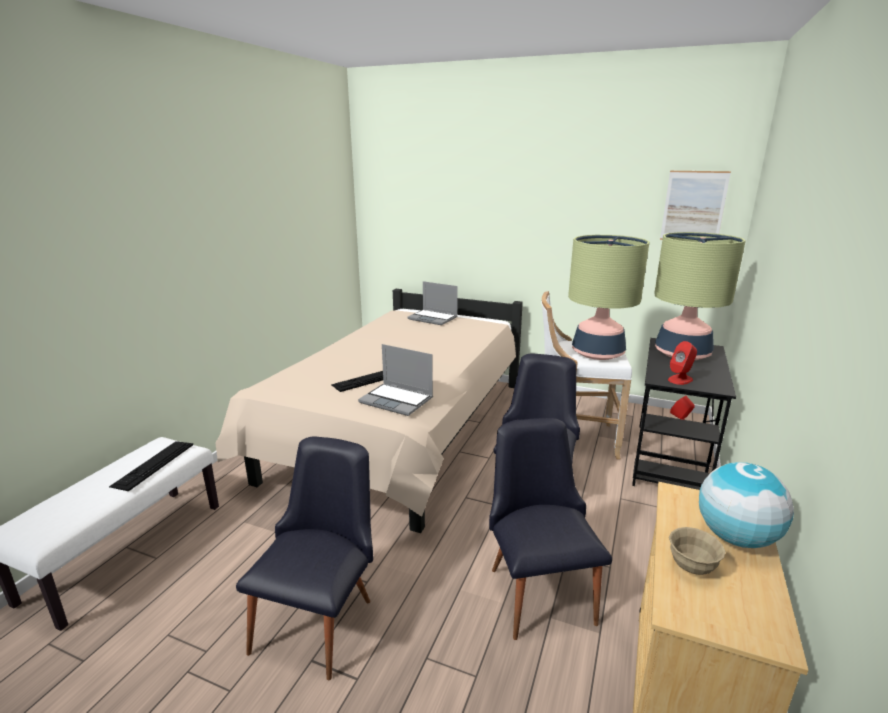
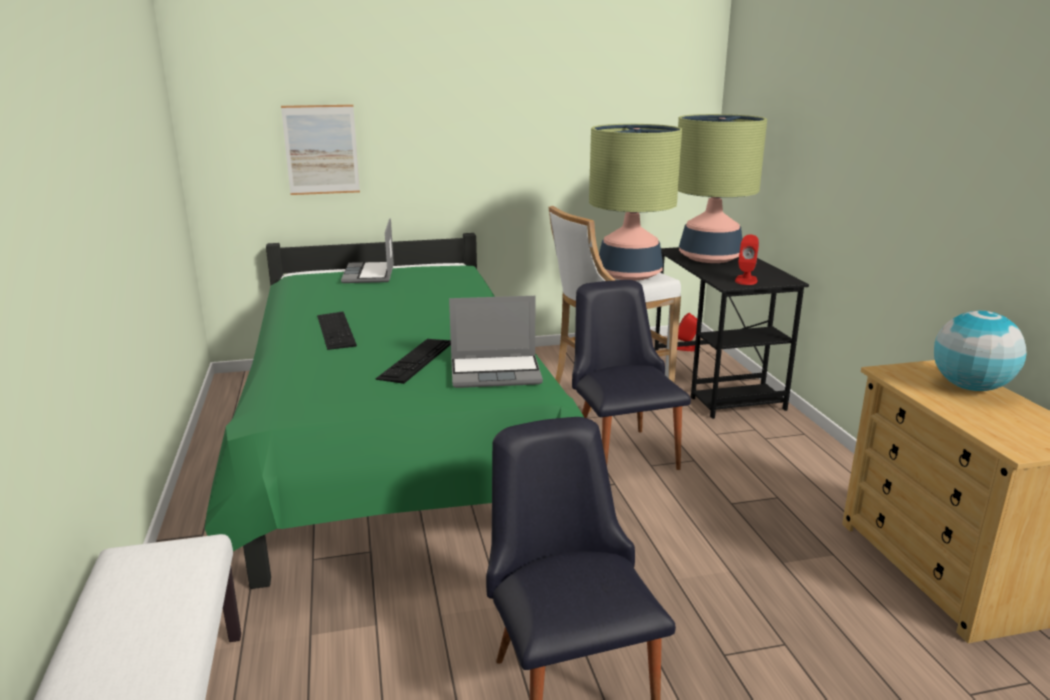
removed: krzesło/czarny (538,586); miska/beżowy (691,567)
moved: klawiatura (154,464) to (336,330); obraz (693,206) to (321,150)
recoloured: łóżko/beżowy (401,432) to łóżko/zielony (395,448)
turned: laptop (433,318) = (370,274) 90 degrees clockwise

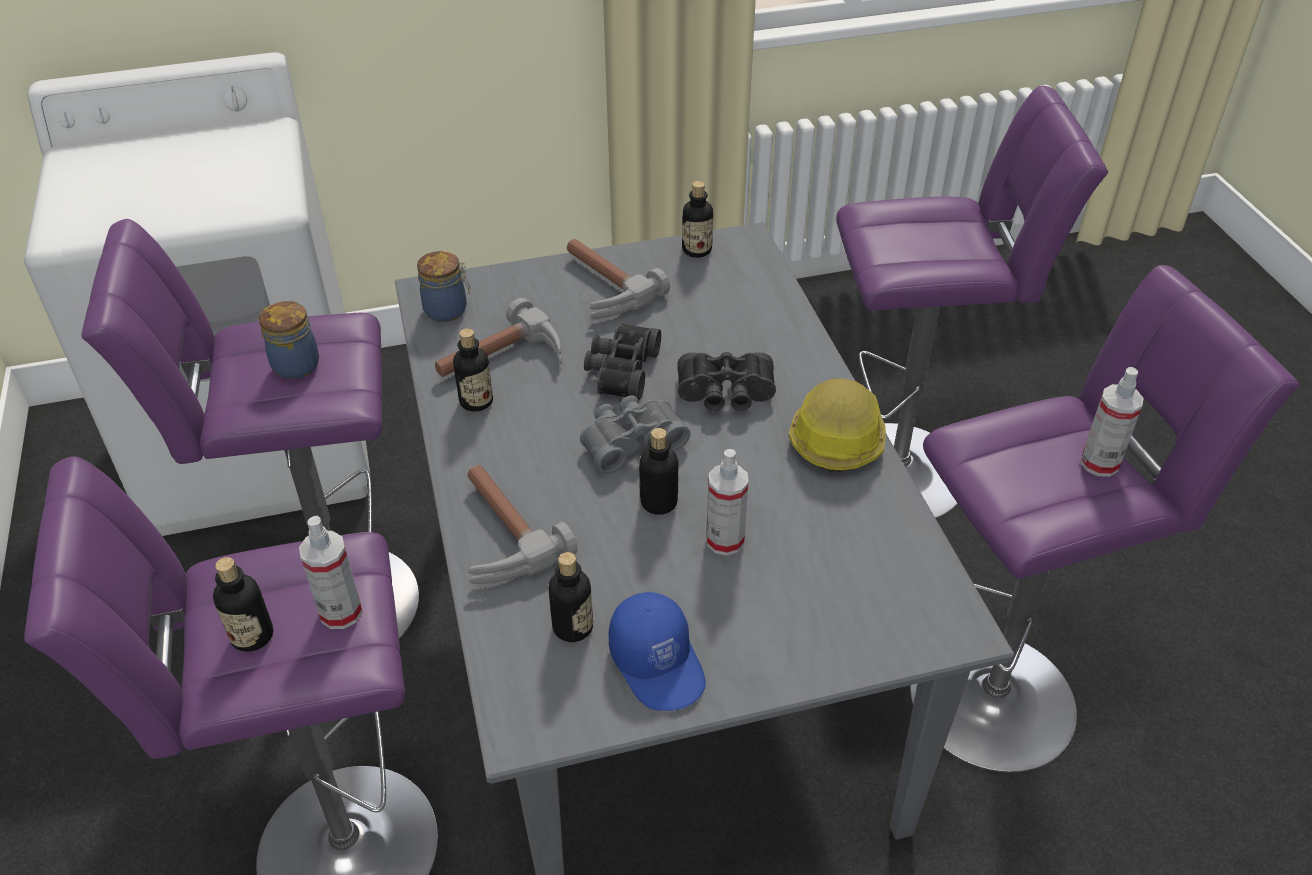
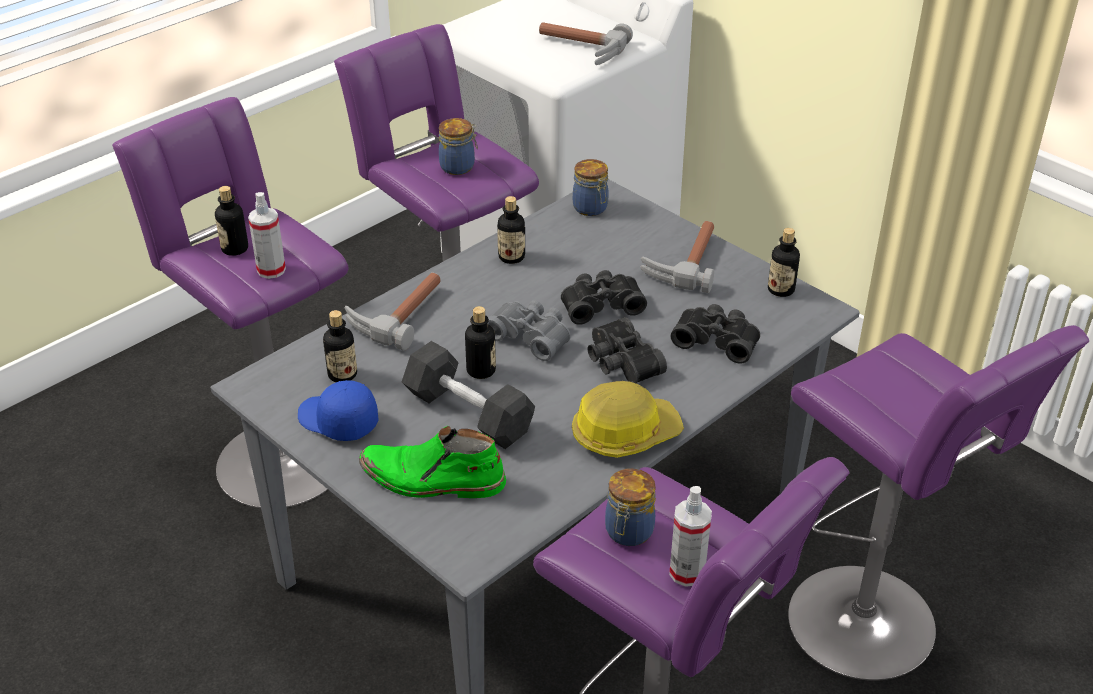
added: but z cholewką/zielony (432,480); słoik (628,532); lornetka/czarny (717,340)
moved: młotek (503,362) to (579,50)
replaced: spryskiwacz (725,540) to hantel/czarny (468,413)
turned: czapka z daszkiem/niebieski (659,663) = (337,421) 90 degrees clockwise

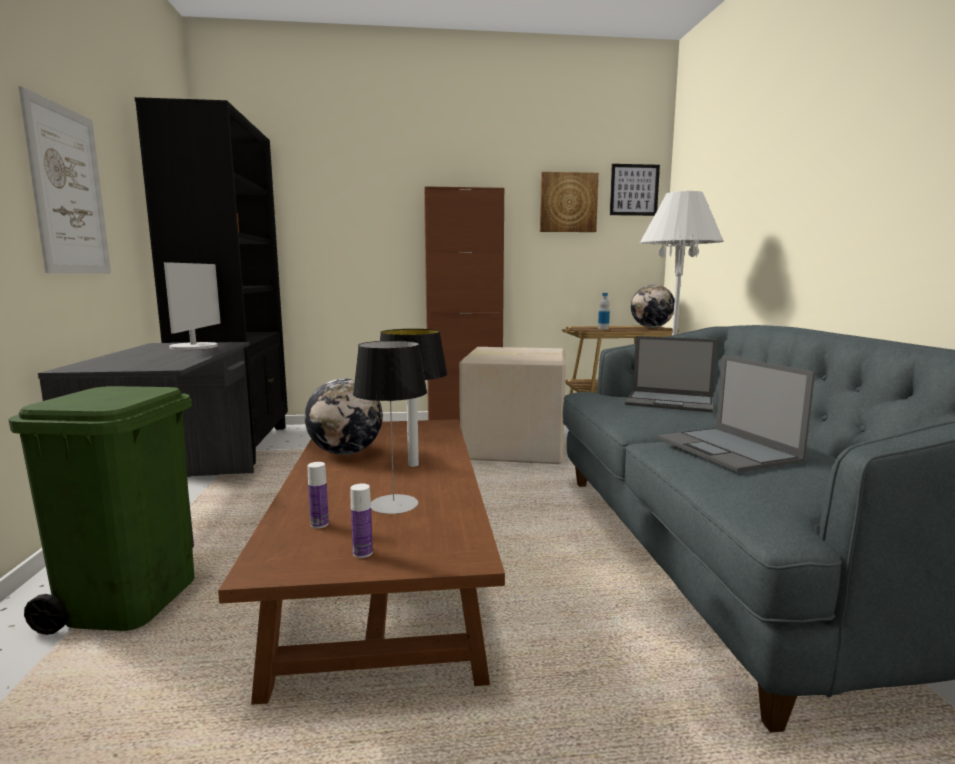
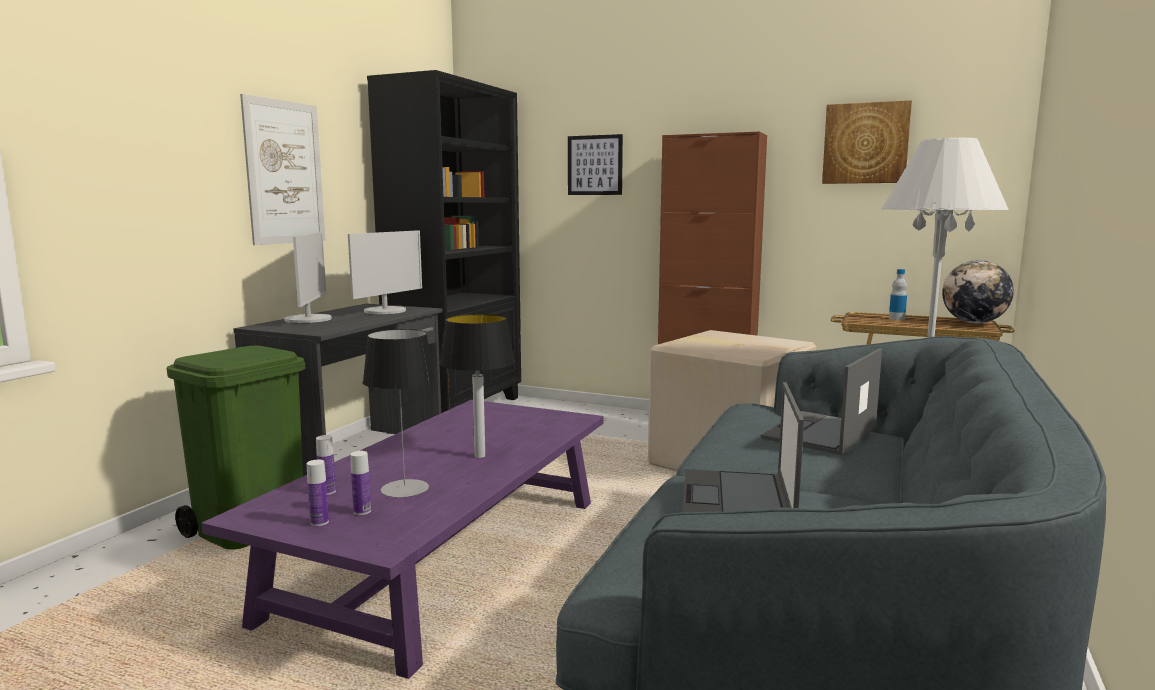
removed: globus (346,452)
added: monitor (309,319); butelka (362,511)
moved: obraz (634,190) to (595,165)
recoloured: ława/brązowy (387,569) to ława/fioletowy (447,556)
turned: laptop (671,402) = (820,433) 75 degrees clockwise

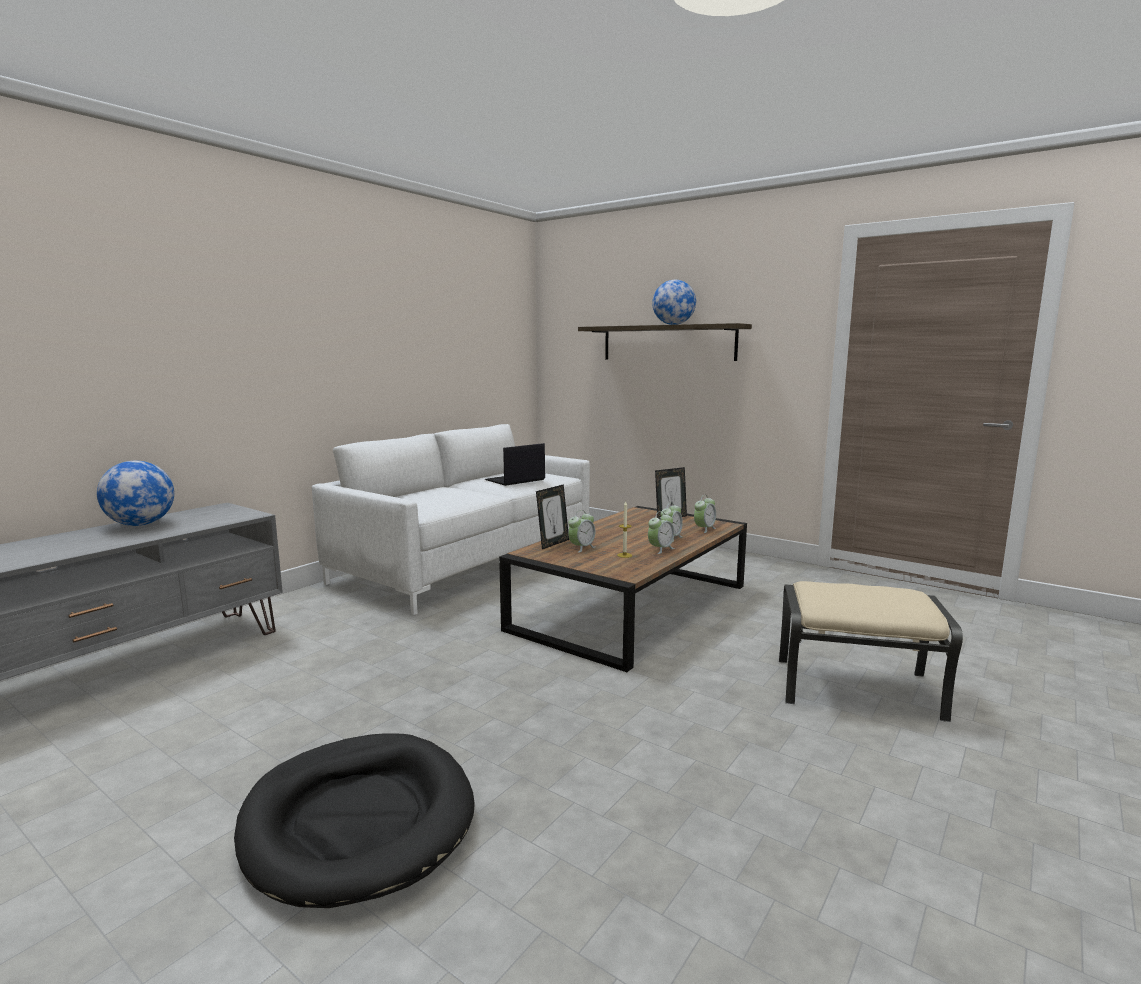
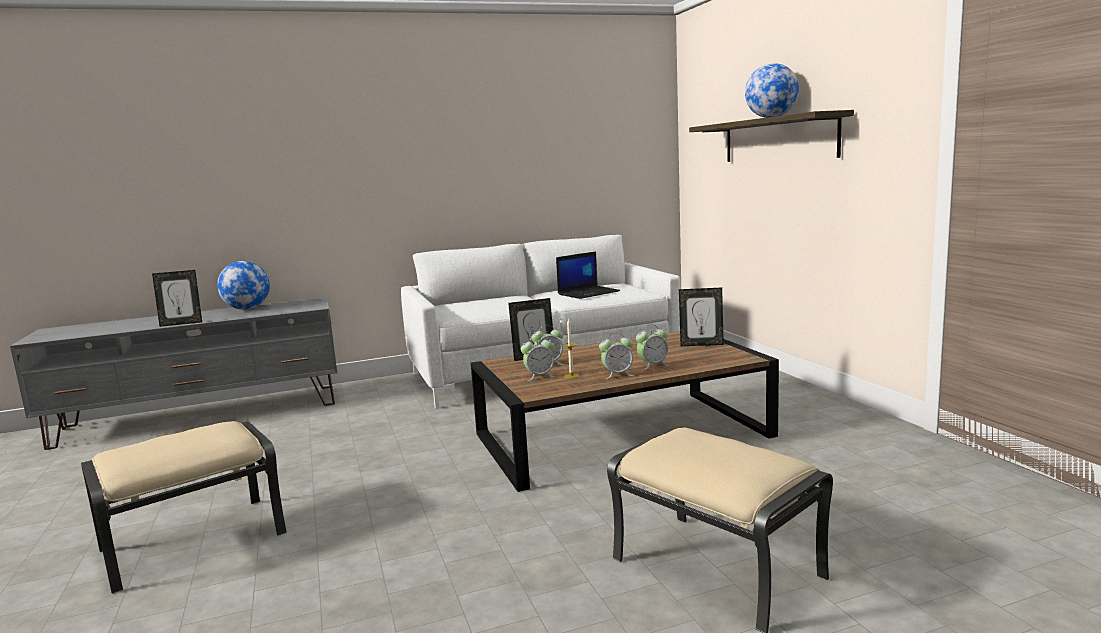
added: ramka na zdjęcie (181,323)
moved: budzik (704,529) to (539,376)
replaced: legowisko/czarny (358,820) to pufa/beżowy (195,541)
turned: laptop (515,480) = (588,293) 150 degrees clockwise

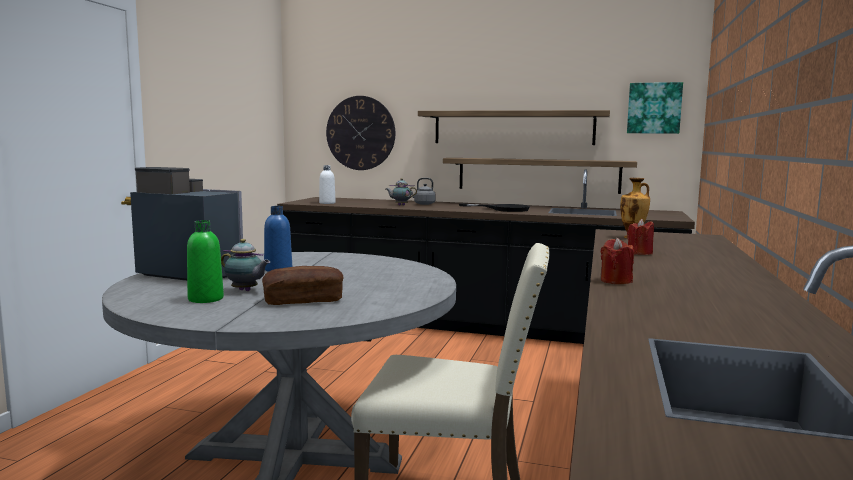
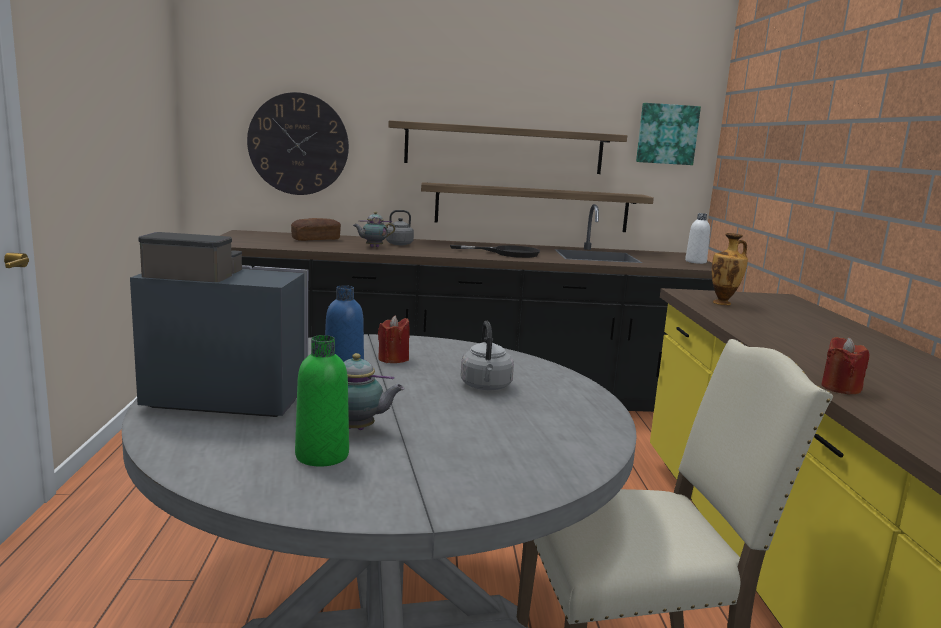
added: czajnik/szary (486,387)
moved: chleb (303,301) to (316,239); butelka/biały (327,203) to (695,262); świeca/czerwony (639,253) to (393,359)

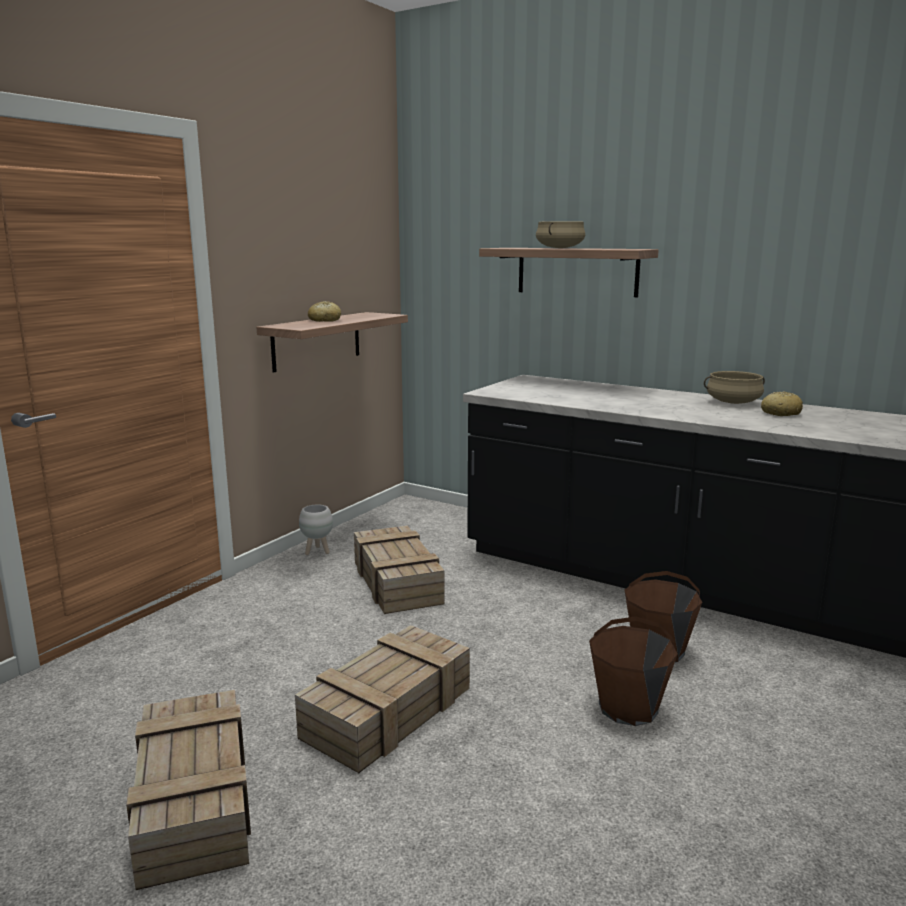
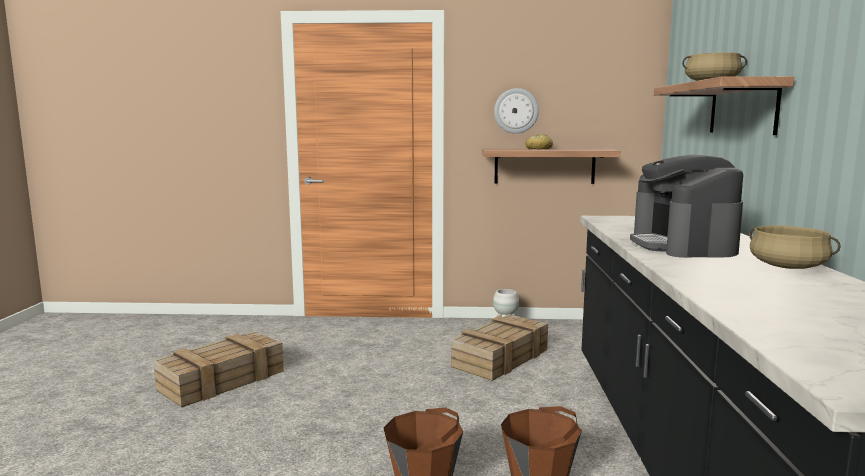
removed: skrzynka (389,710); chleb (781,413)
added: zegar ścienny (516,111); ekspres do kawy (682,245)

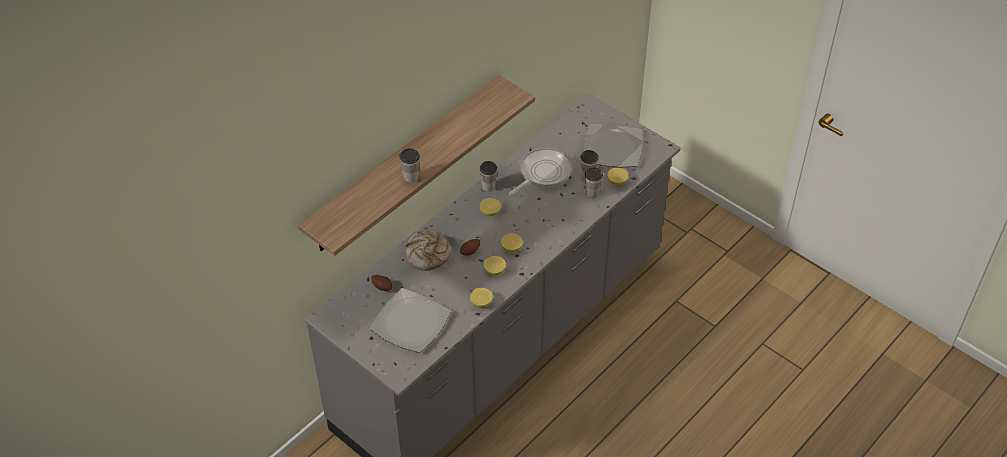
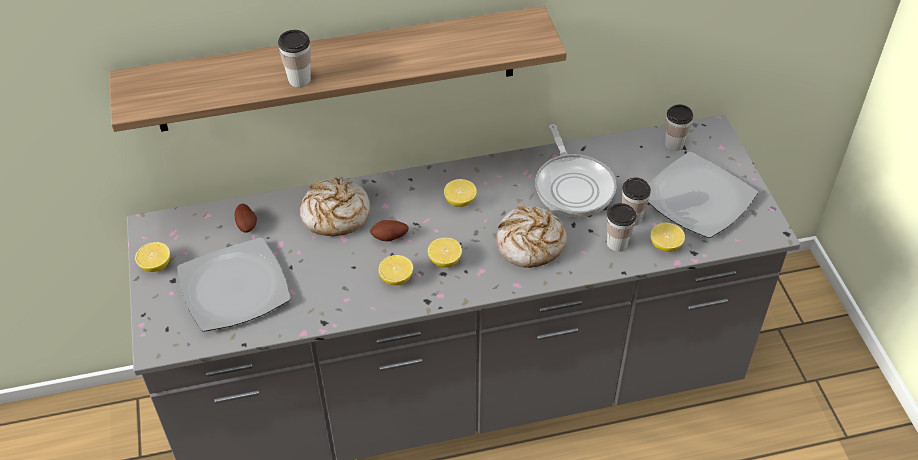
added: chleb (530,244)
moved: cytryna (481,303) to (156,265); filiżanka (488,187) to (674,144)
turned: patelnia (543,173) = (573,186) 90 degrees clockwise

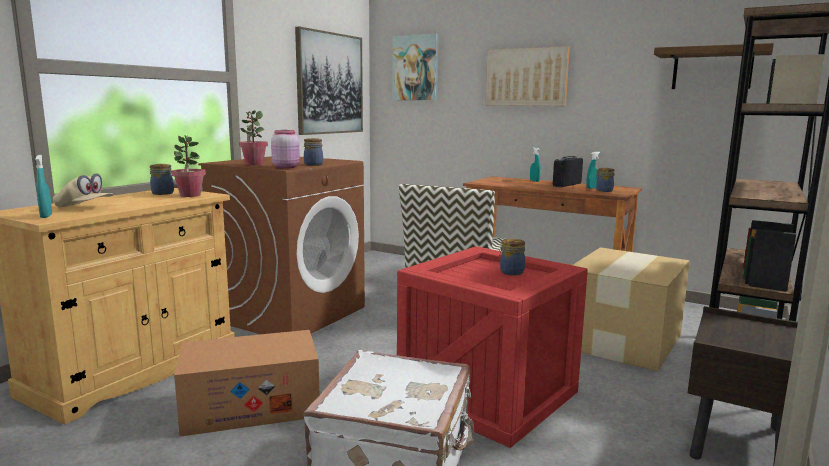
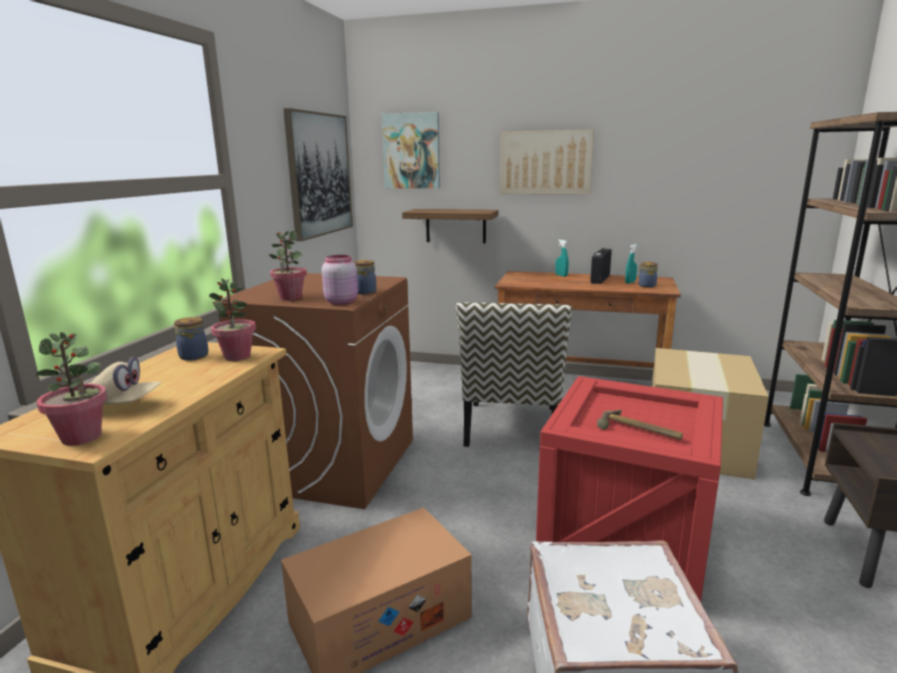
removed: słoik (511,272)
added: młotek (638,431)
moved: półka (712,69) to (455,226)
replaced: spryskiwacz/turkusowy (46,216) to roślina doniczkowa (82,437)

